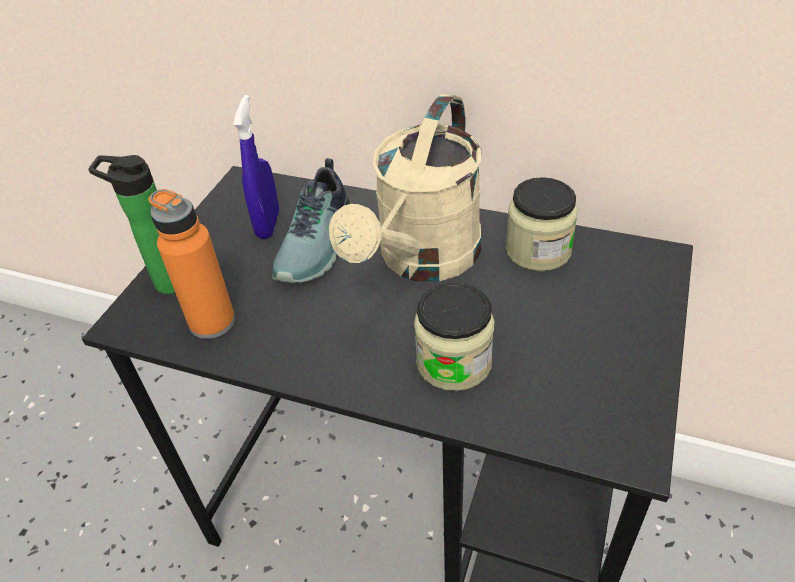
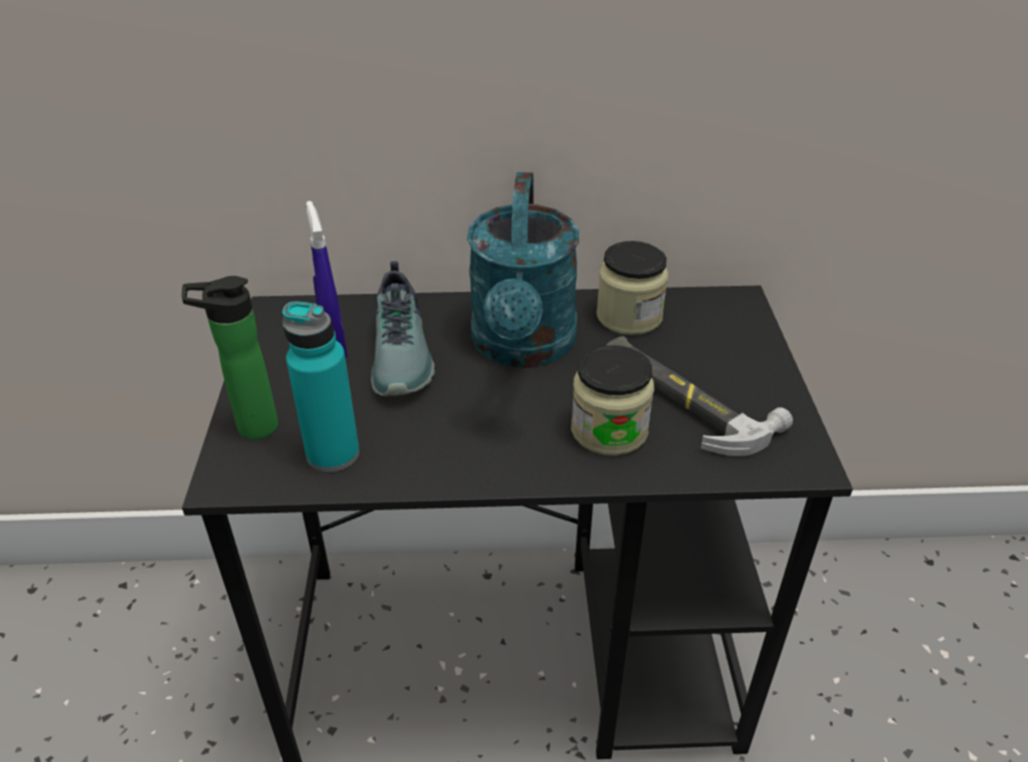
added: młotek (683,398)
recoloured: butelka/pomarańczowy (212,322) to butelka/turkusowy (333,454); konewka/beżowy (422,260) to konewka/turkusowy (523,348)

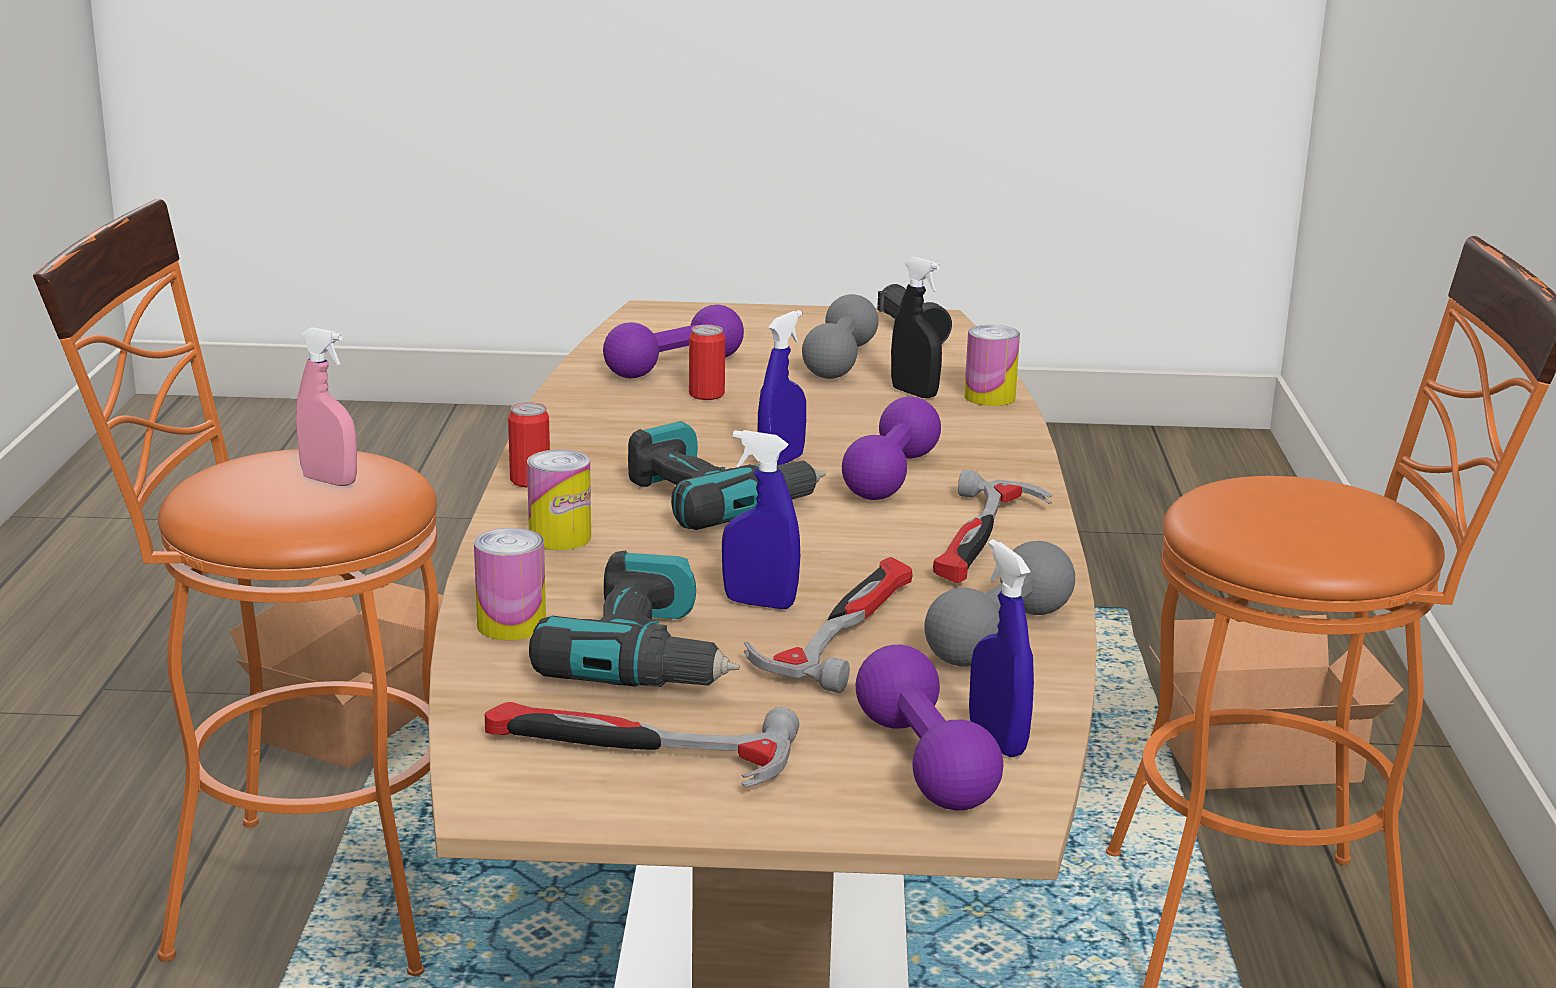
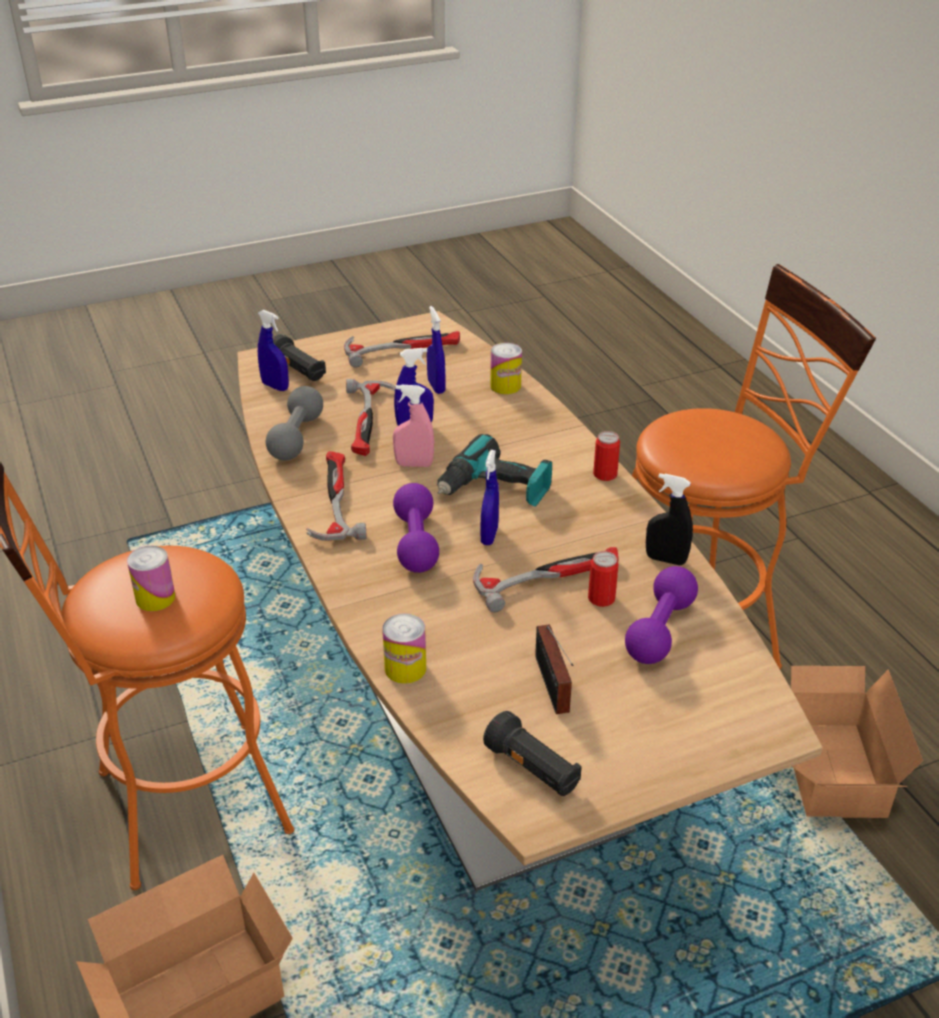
added: młotek (547,576)
moved: spryskiwacz/różowy (329,481) to (414,464); puszka (560,537) to (155,598); spryskiwacz/czarny (914,393) to (665,559)
replaced: wiertarka (648,656) to spryskiwacz/niebieski (436,386); hantel/szary (840,361) to radio (552,687); hantel/fioletowy (924,762) to latarka/czarny (298,371)

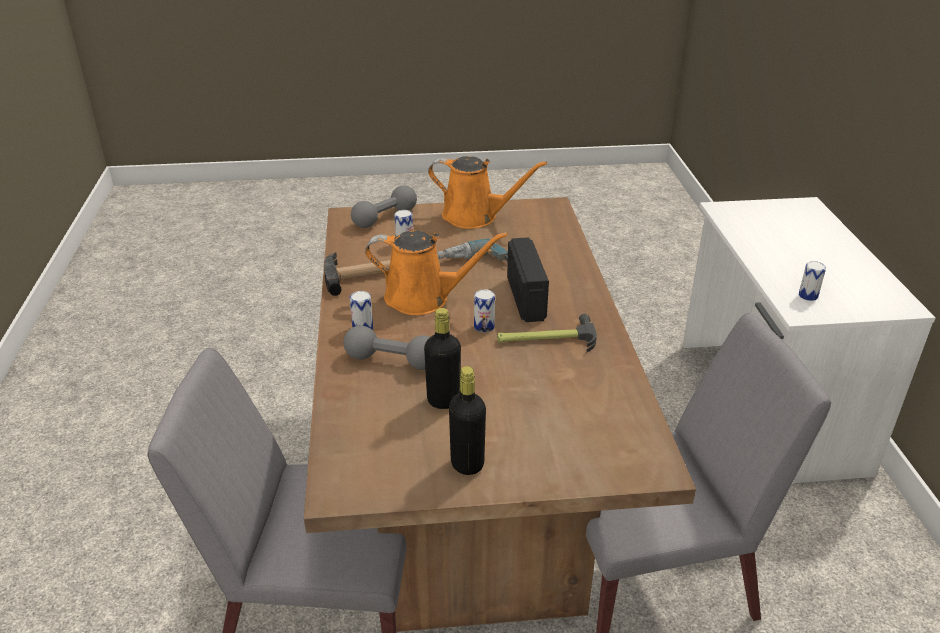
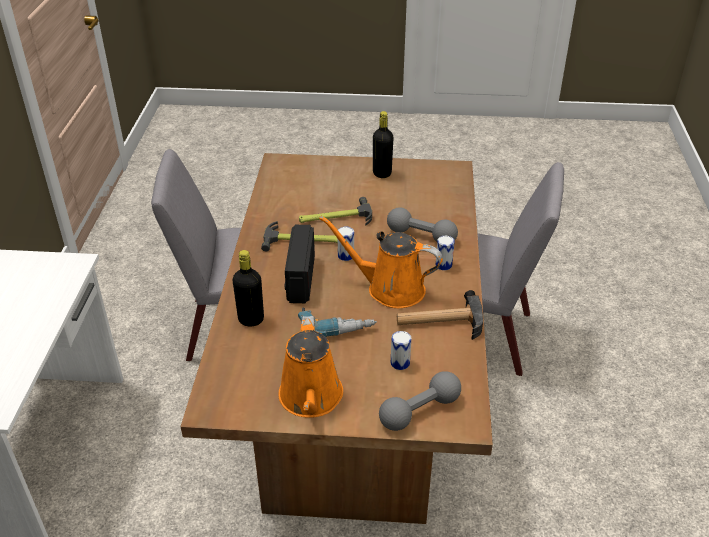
removed: puszka (808,295)
added: młotek (335,217)
moved: butelka/czarny (443,400) to (251,319)
turned: konewka/pomarańczowy (475,216) = (311,399) 120 degrees counterclockwise

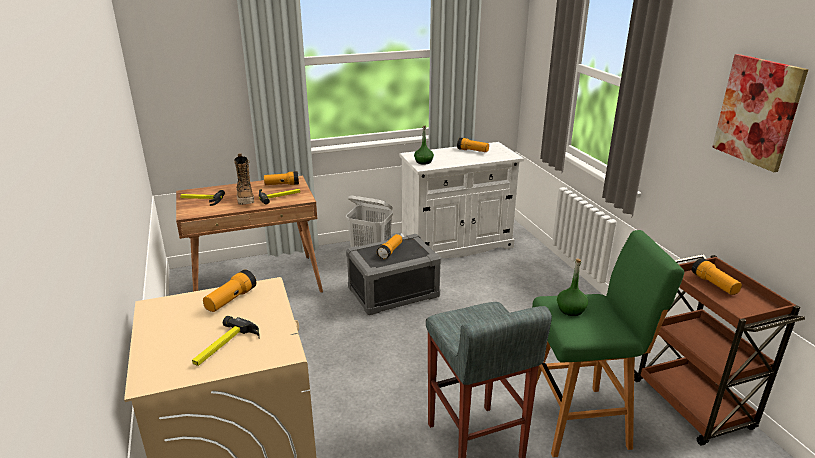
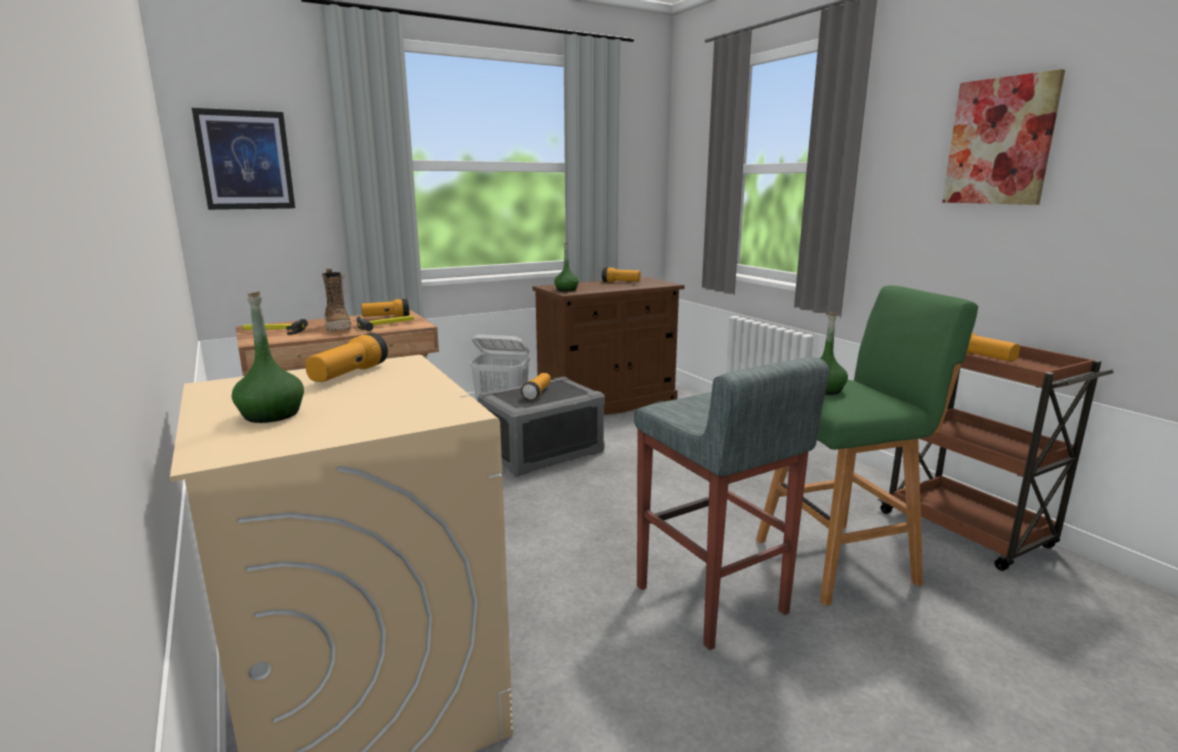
removed: młotek (224,347)
added: obraz (245,160); butelka/zielony (271,415)
recoloured: szafka/biały (456,245) to szafka/brązowy (607,403)

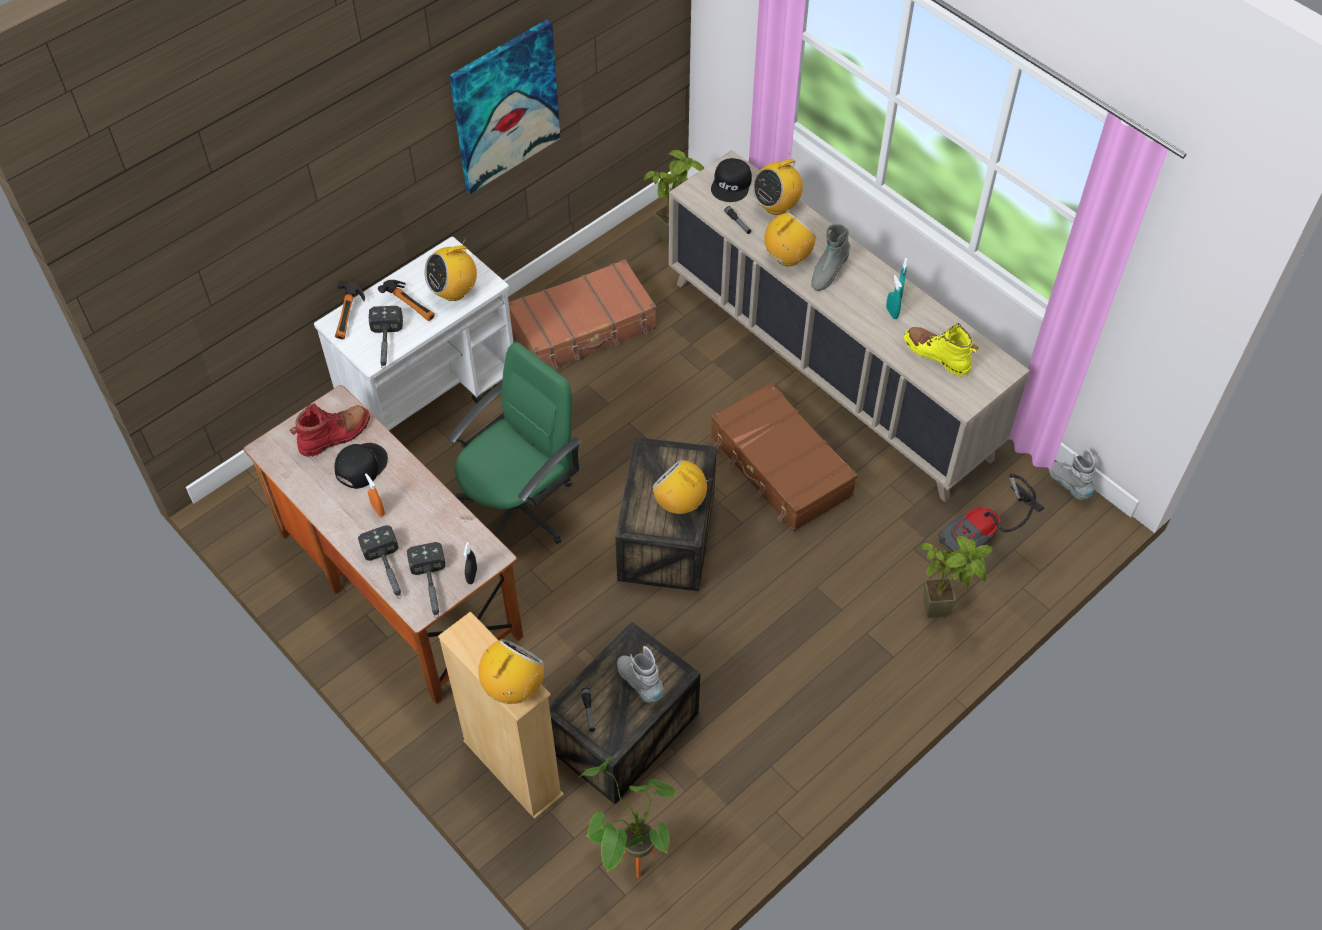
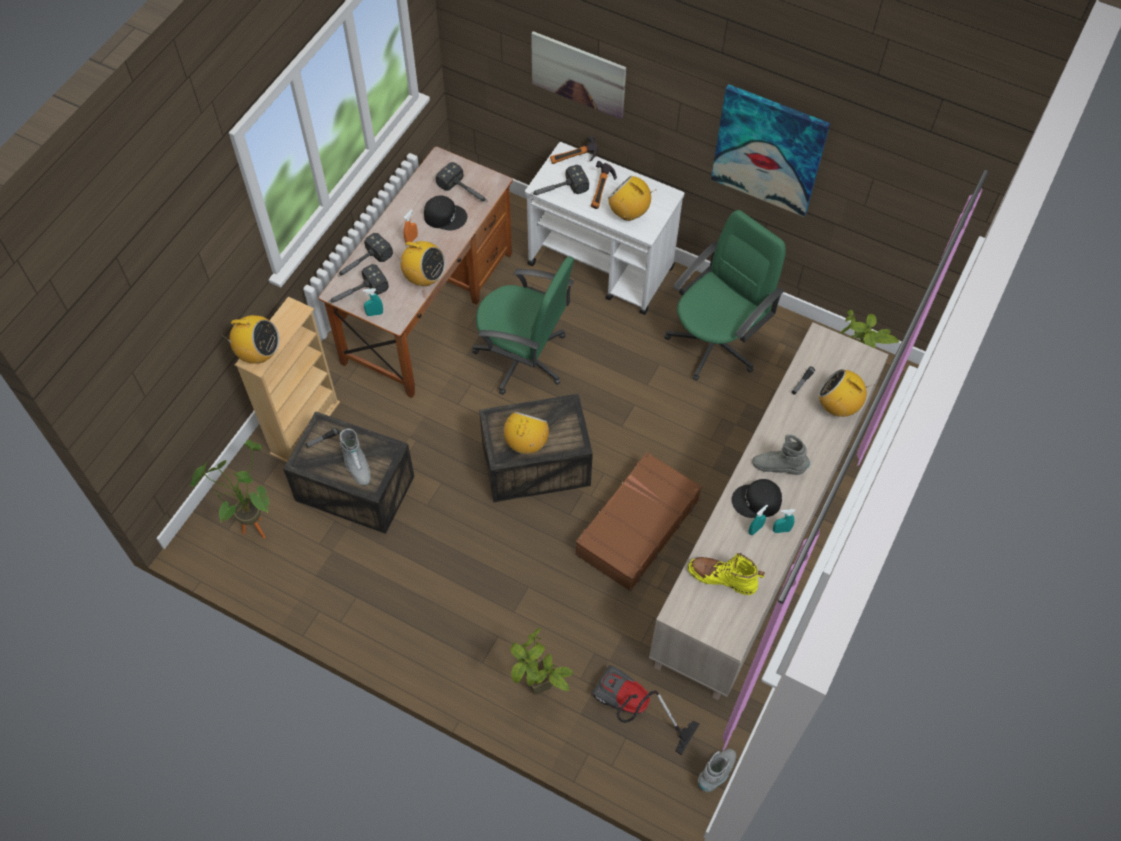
added: obraz (578,74)
moved: czapka z daszkiem/czarny (732,184) to (757,501); radio (787,257) to (424,277)
replaced: but z cholewką/czerwony (335,435) to młotek (465,192); walizka/brązowy (583,328) to krzesło biurowe/zielony (715,343)
recoloured: spryskiwacz/czarny (472,576) to spryskiwacz/turkusowy (374,313)
turned: but z cholewką/szary (640,683) = (356,465) 120 degrees clockwise; but z cholewką/żółty (937,355) = (722,578) 90 degrees counterclockwise

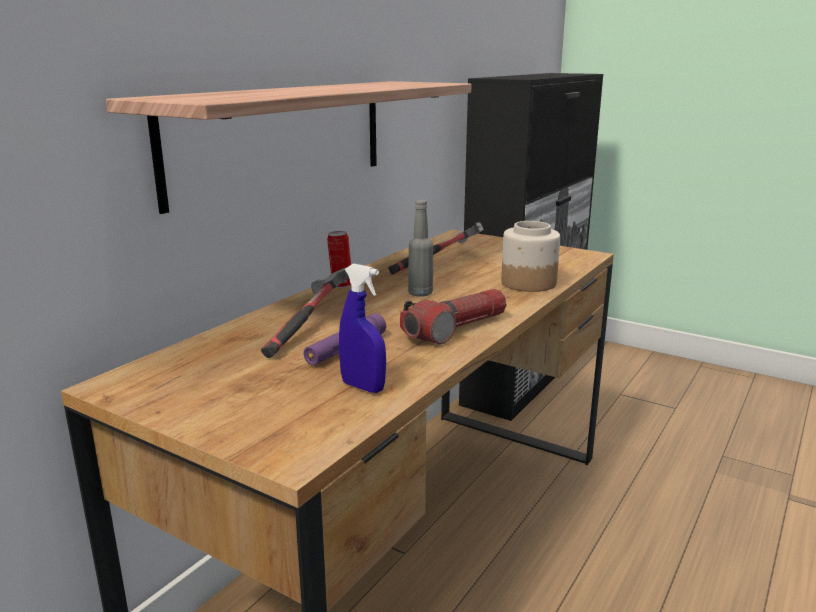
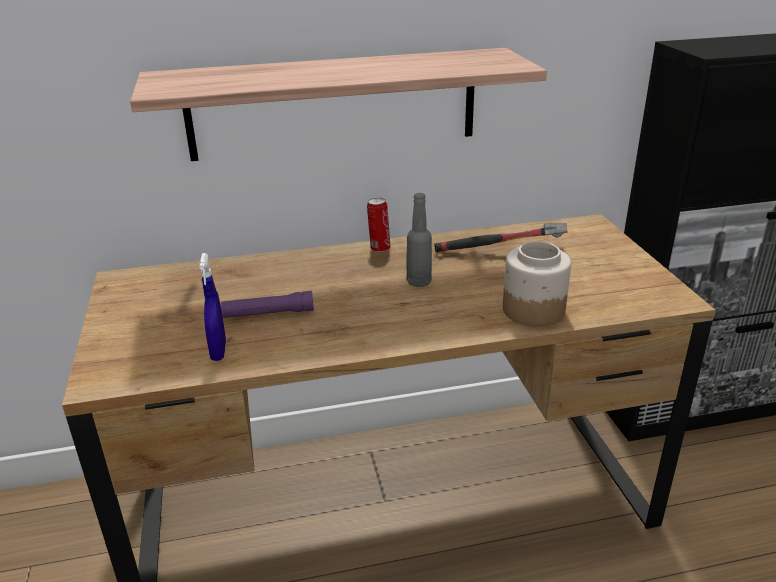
removed: młotek (311,326); latarka (455,329)

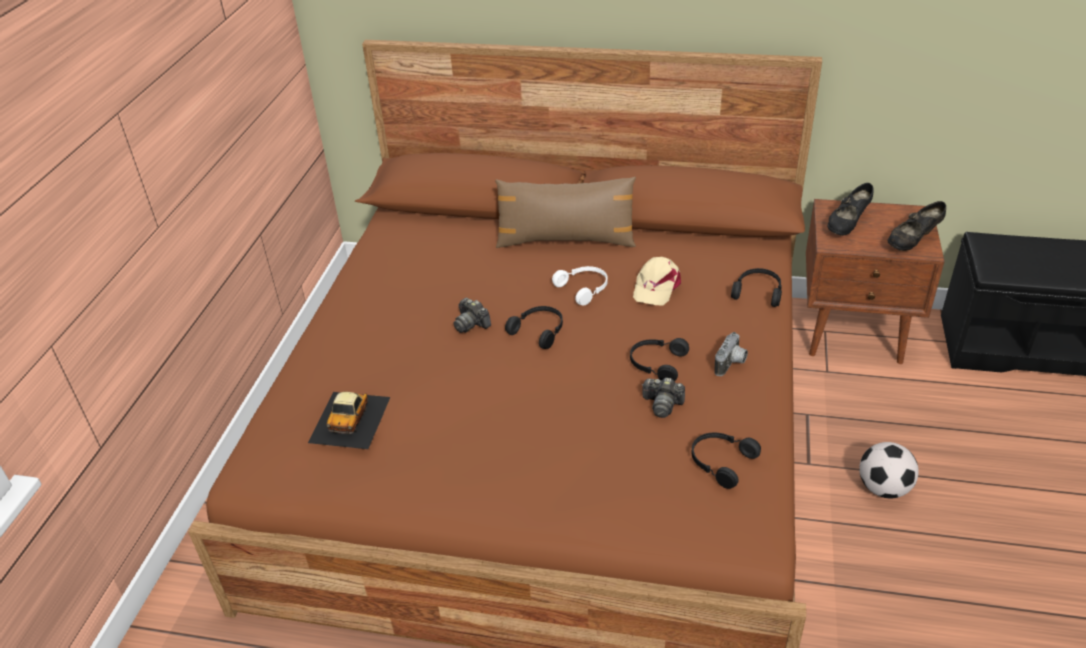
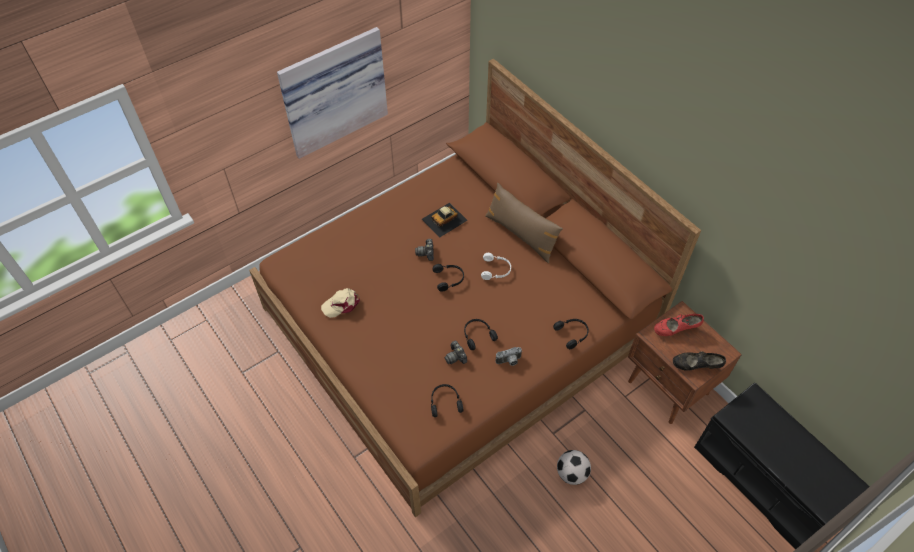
added: obraz (333,91)
moved: samochodzik (350,419) to (444,219); czapka z daszkiem/beżowy (656,287) to (341,304)
recoloured: but/czarny (847,225) to but/czerwony (675,330)

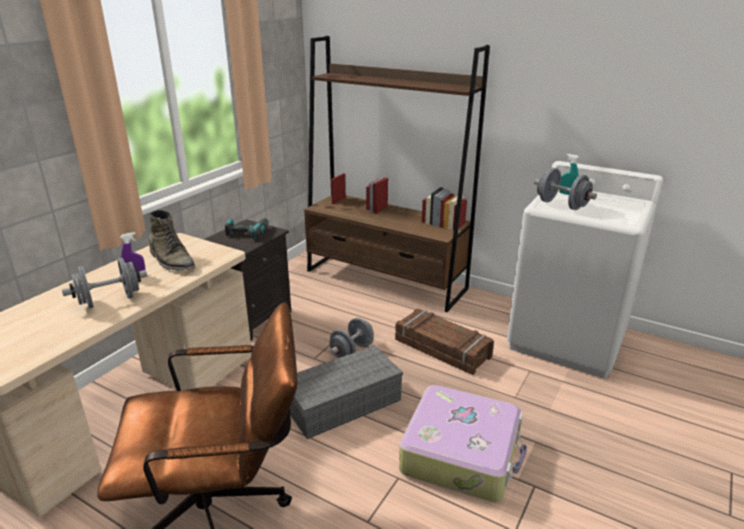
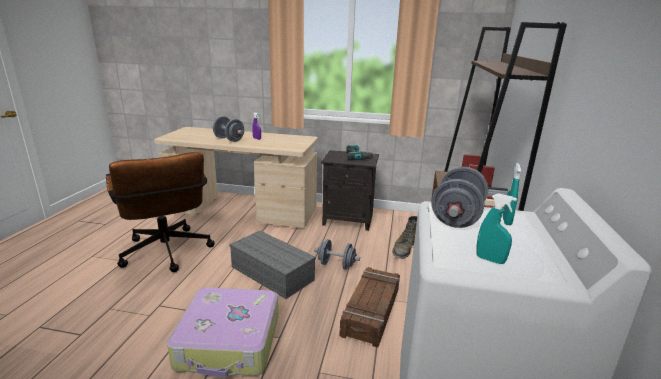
added: spryskiwacz/turkusowy (490,260)
moved: but z cholewką/zielony (172,261) to (404,248)

